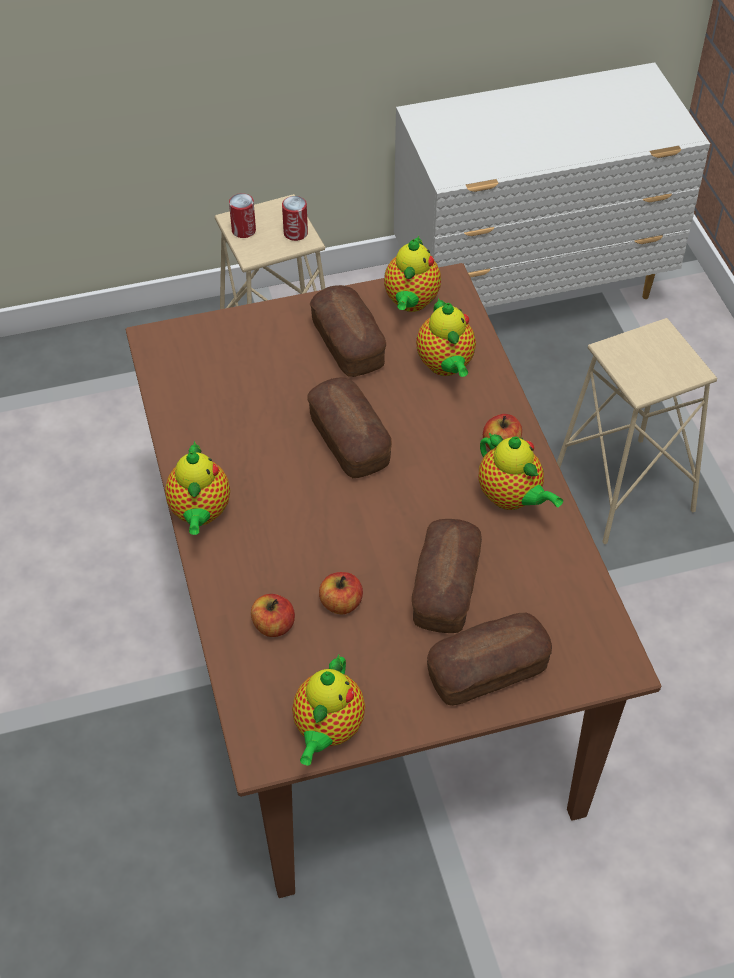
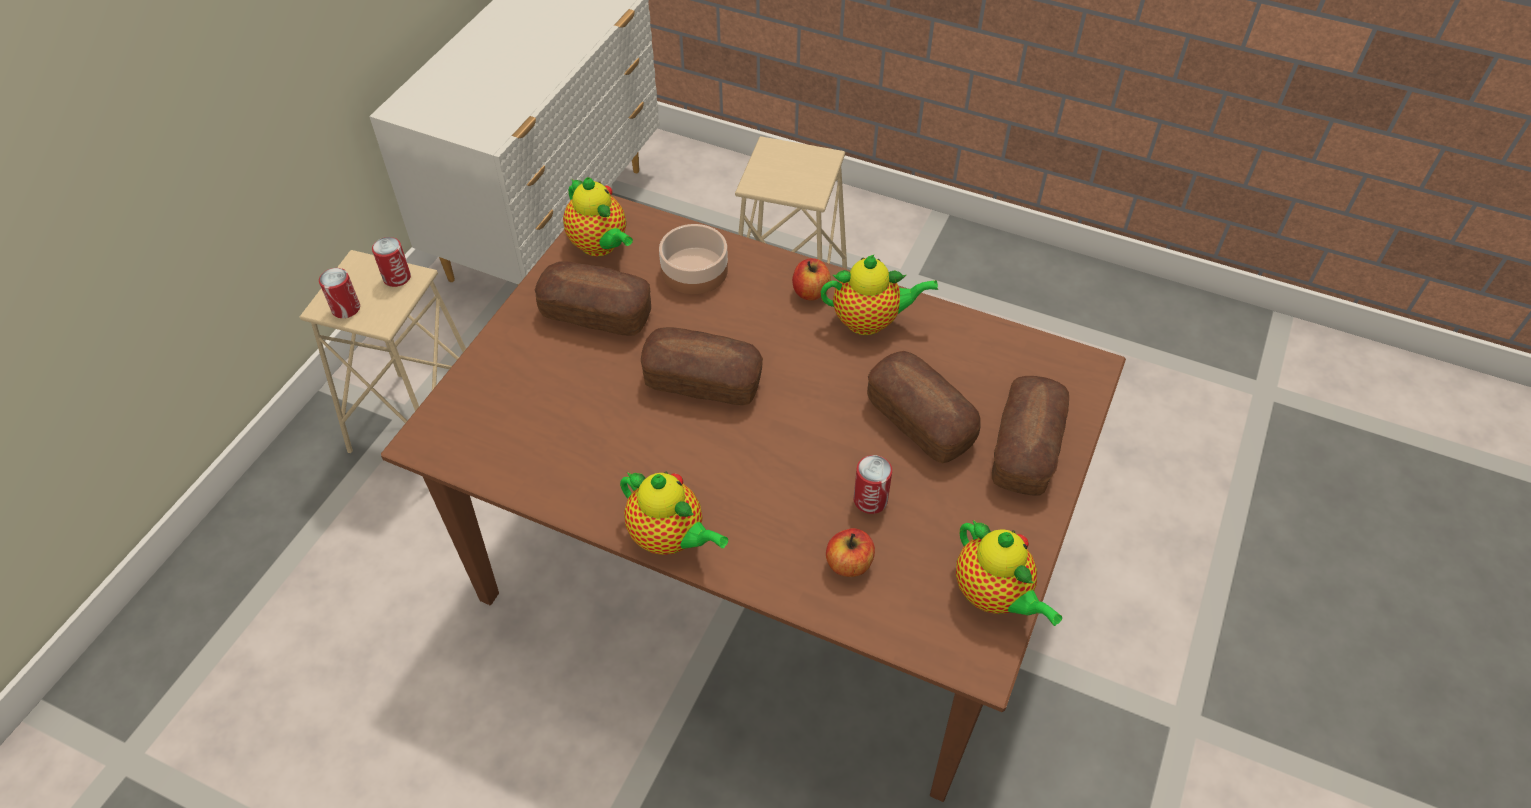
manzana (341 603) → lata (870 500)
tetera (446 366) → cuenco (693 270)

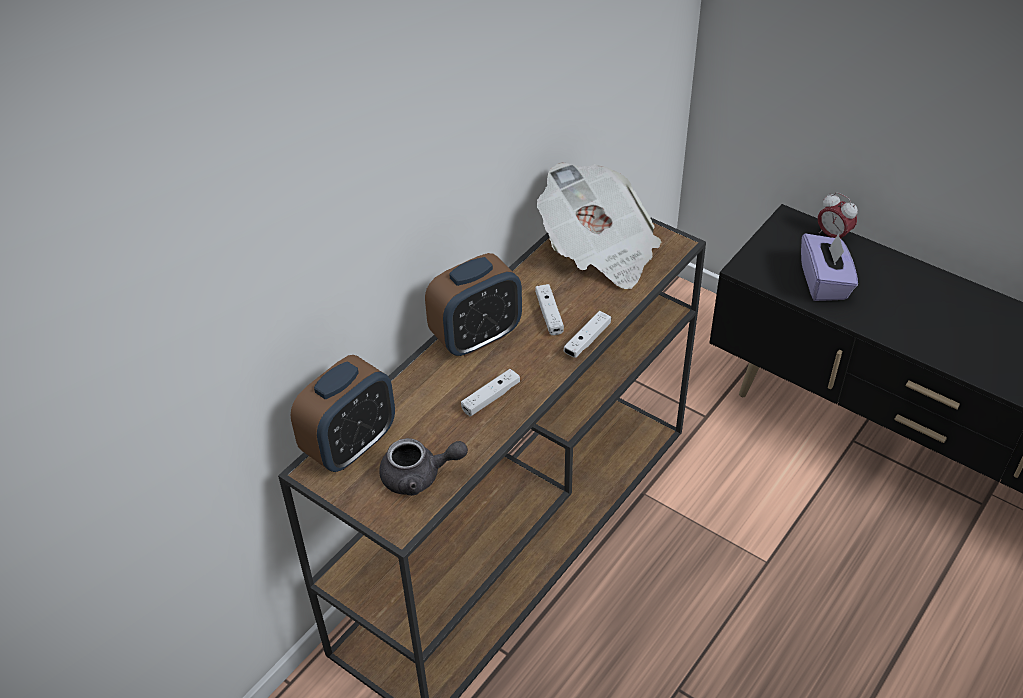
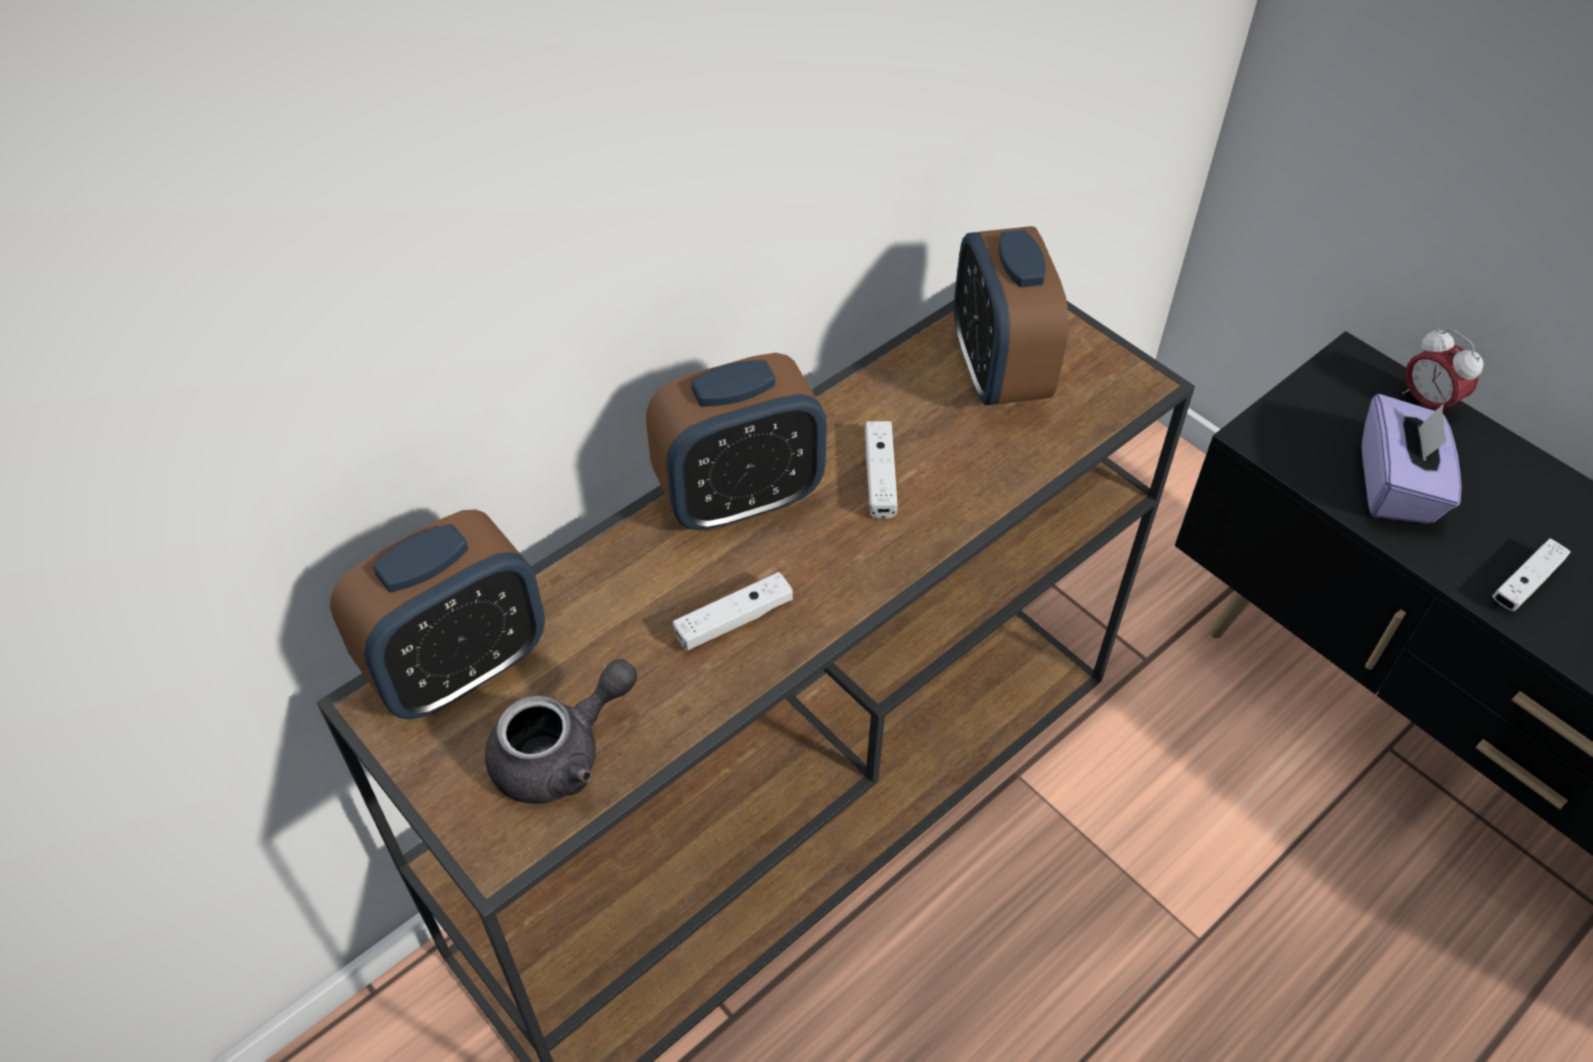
tetera [gris] (419 476) → tetera [gris] (562 754), 45 degrees counterclockwise
periódico (599 250) → despertador (998 372)
mando de consola [blanco] (587 340) → mando de consola [blanco] (1525 583), shifted

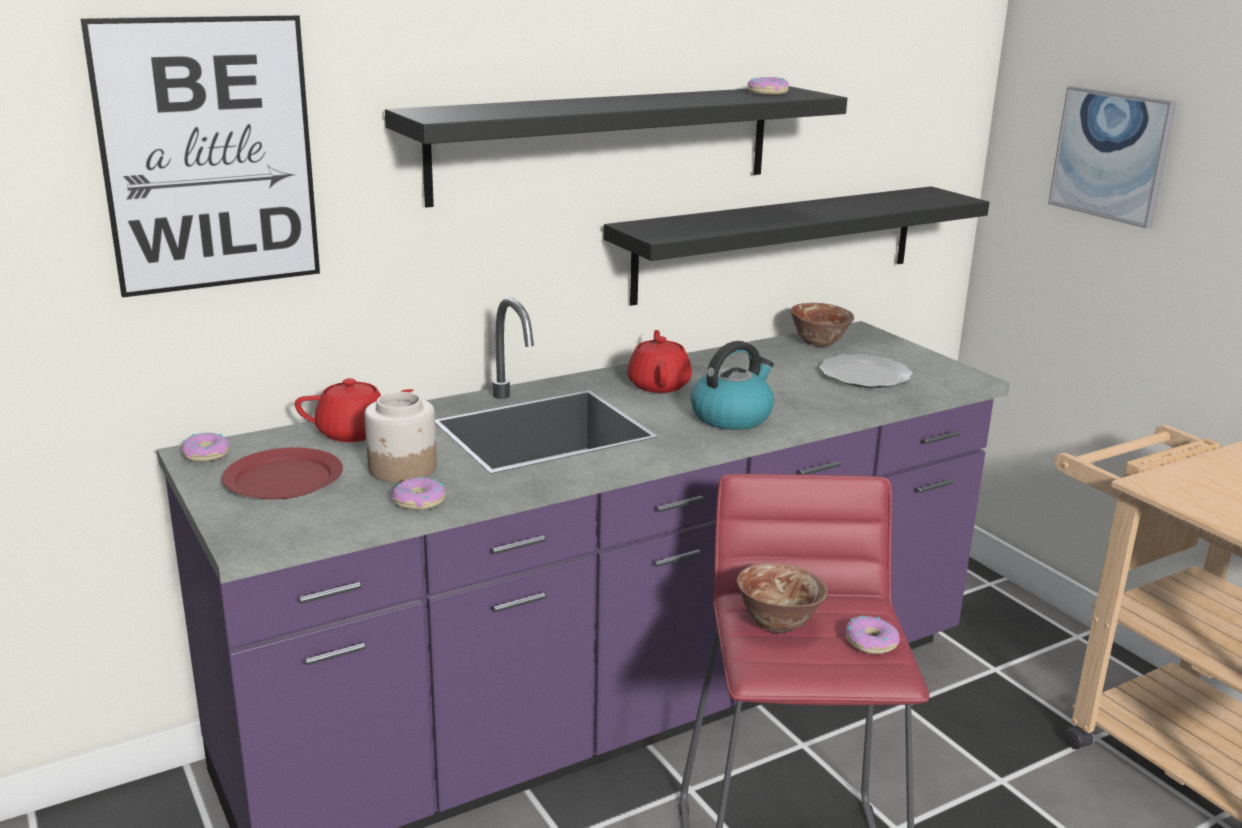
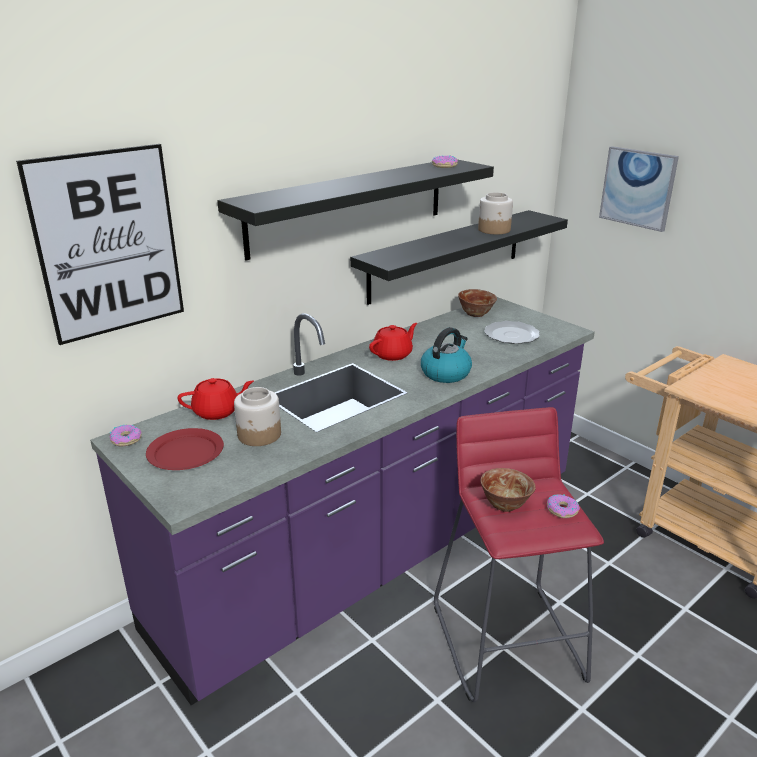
rosquilla (419 501) → -
tetera [rojo] (659 384) → tetera [rojo] (393 354), 60 degrees clockwise
- → tarro (494 230)

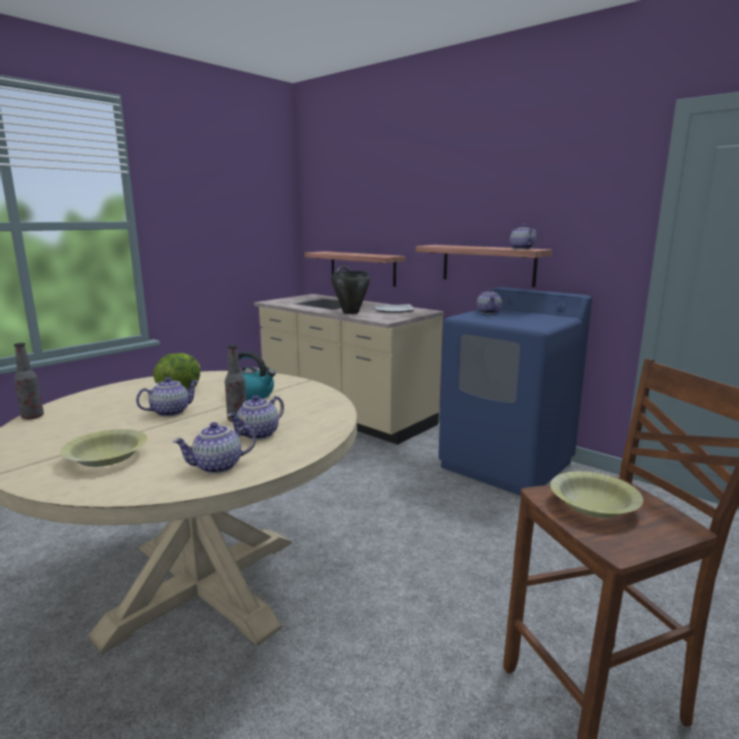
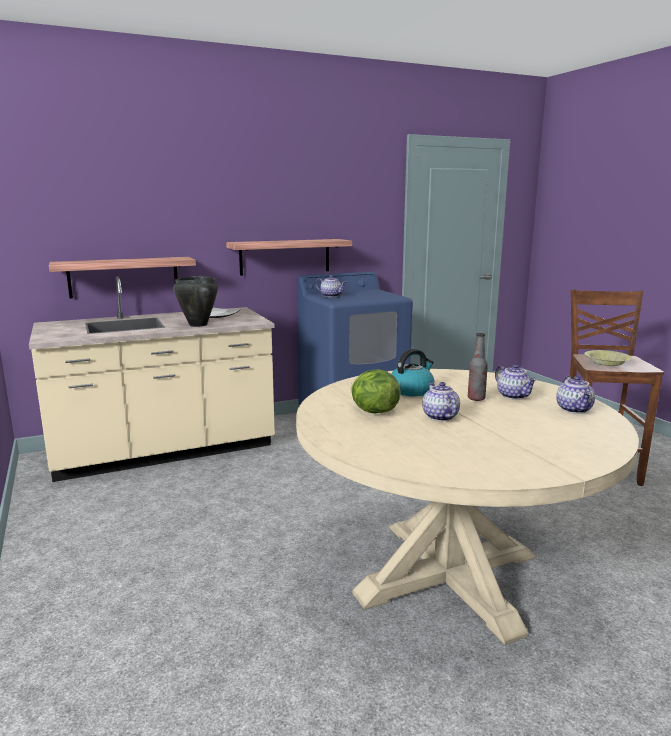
botella (32 417) → -
cuenco [amarillo] (106 458) → -
tetera (520 249) → -

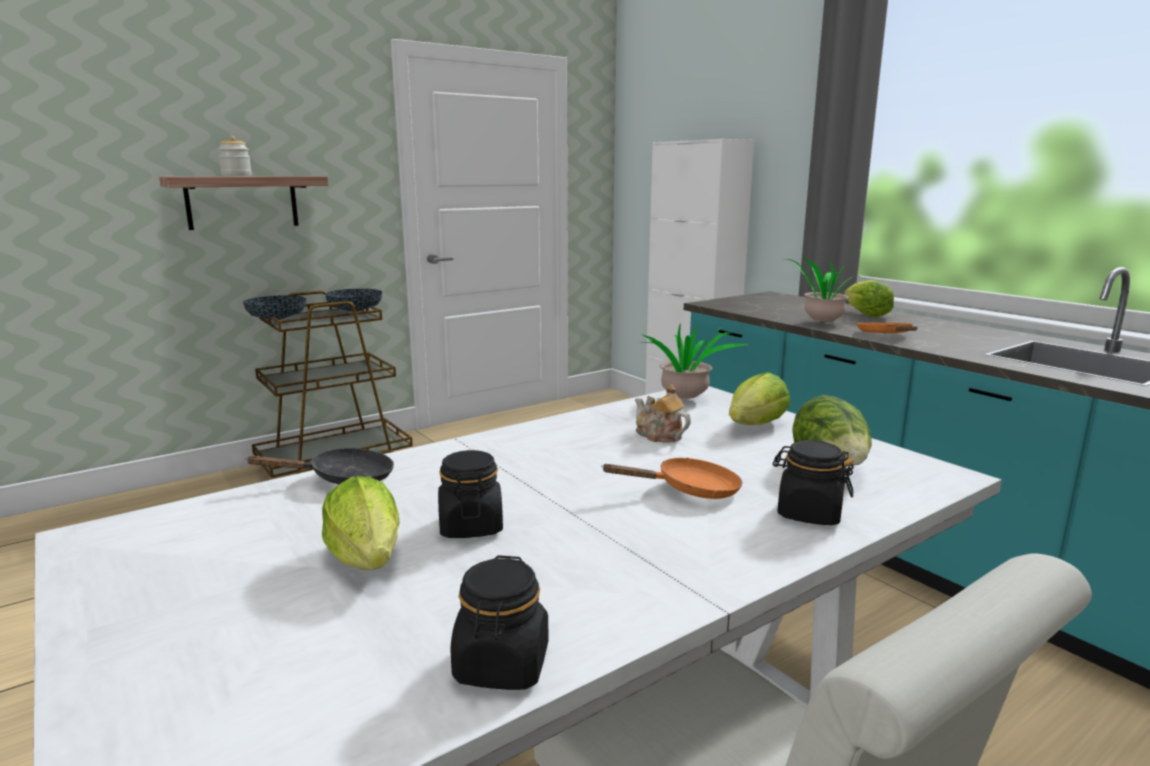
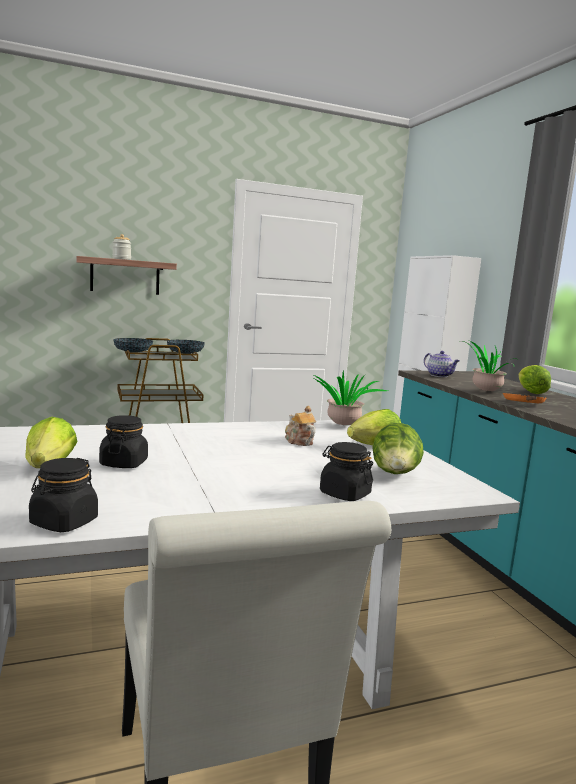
sartén [negro] (343 479) → -
sartén [naranja] (690 490) → -
- → tetera (440 375)

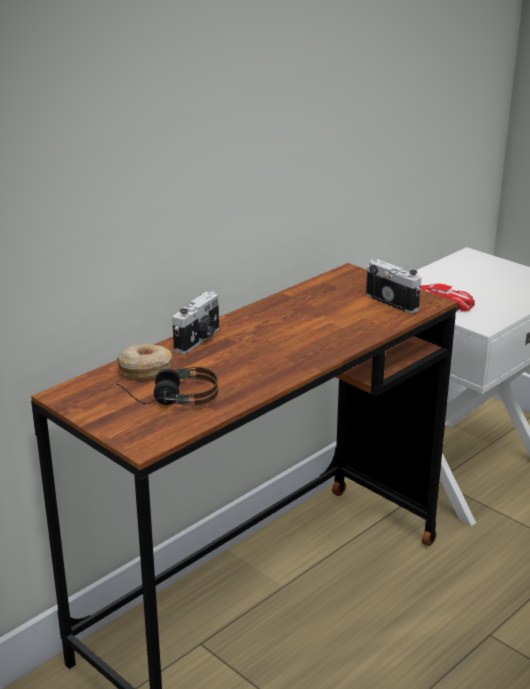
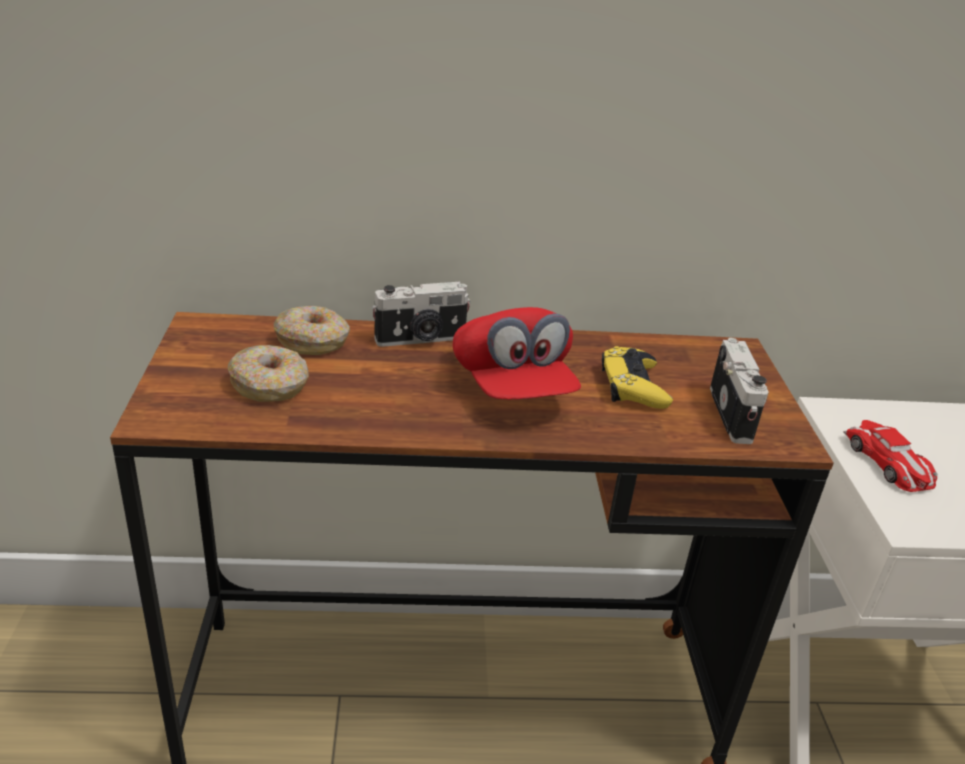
auriculares (169 399) → rosquilla (270 385)
- → gorra [rojo] (512 387)
- → mando de consola [amarillo] (633 386)

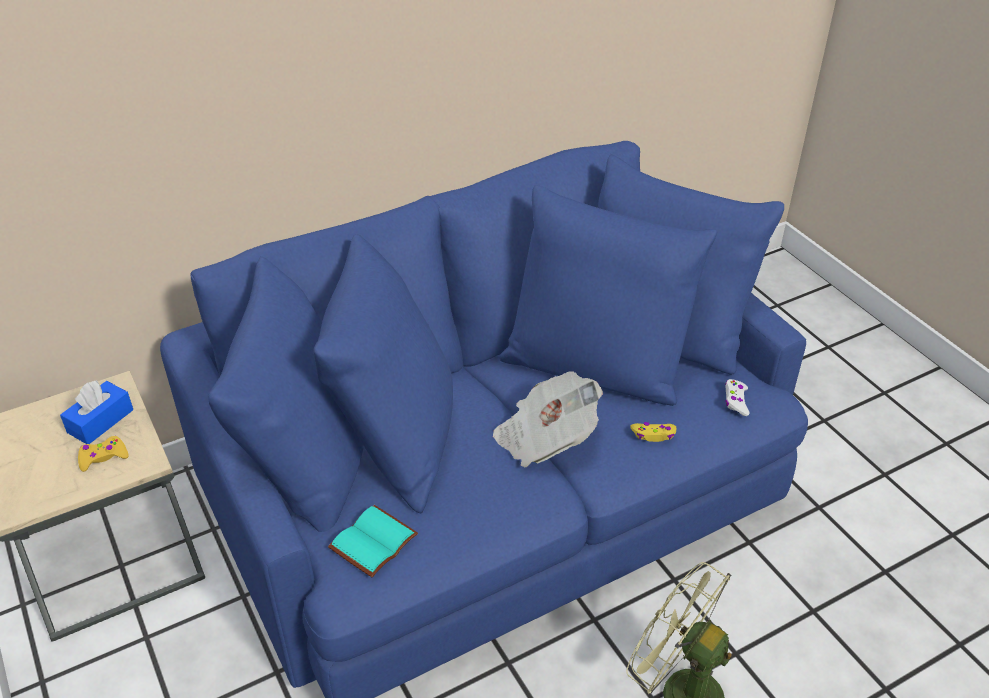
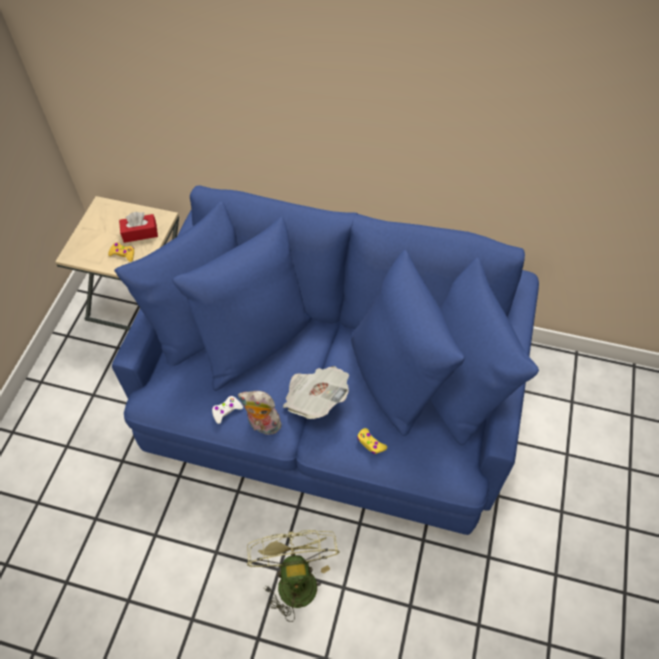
caja de pañuelos [azul] (100 421) → caja de pañuelos [rojo] (140 233)
libro [turquesa] (374 544) → -
mando de consola [blanco] (736 401) → mando de consola [blanco] (226 410), shifted
- → peluche (262 425)

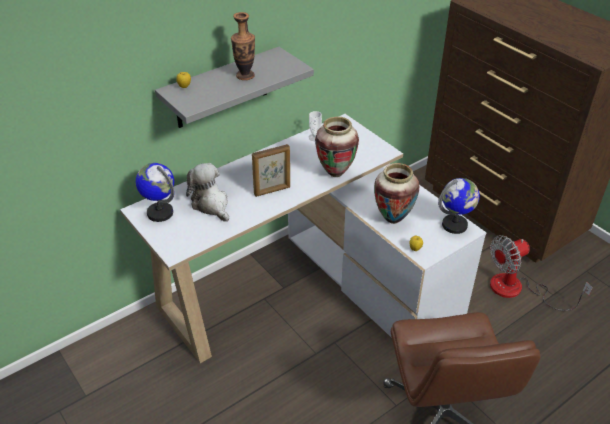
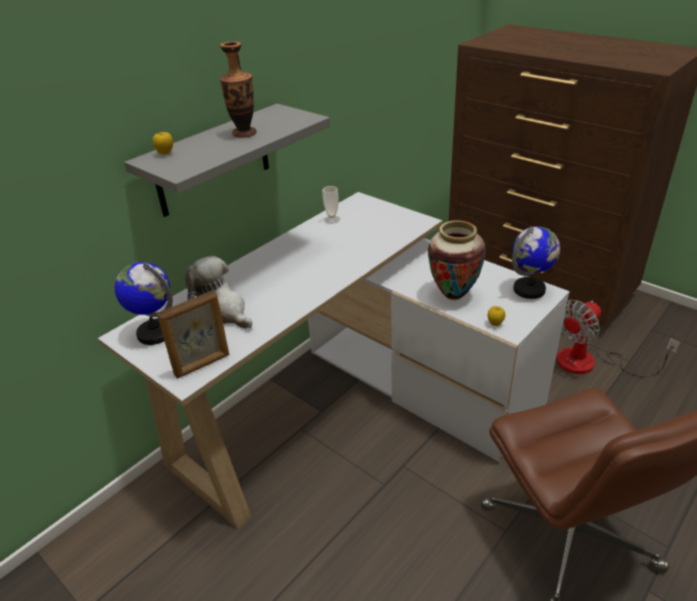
portarretratos (272 191) → portarretratos (203 365), shifted
florero (335 173) → -

